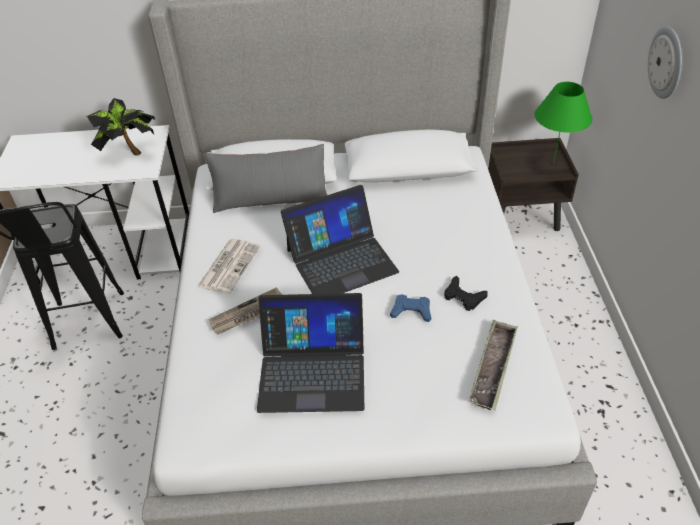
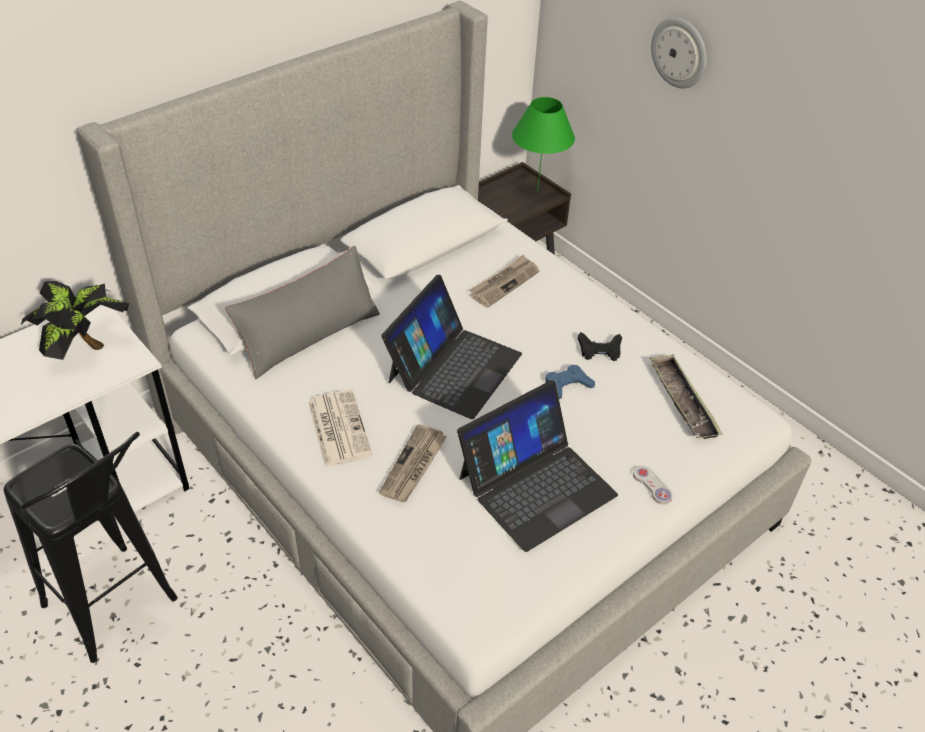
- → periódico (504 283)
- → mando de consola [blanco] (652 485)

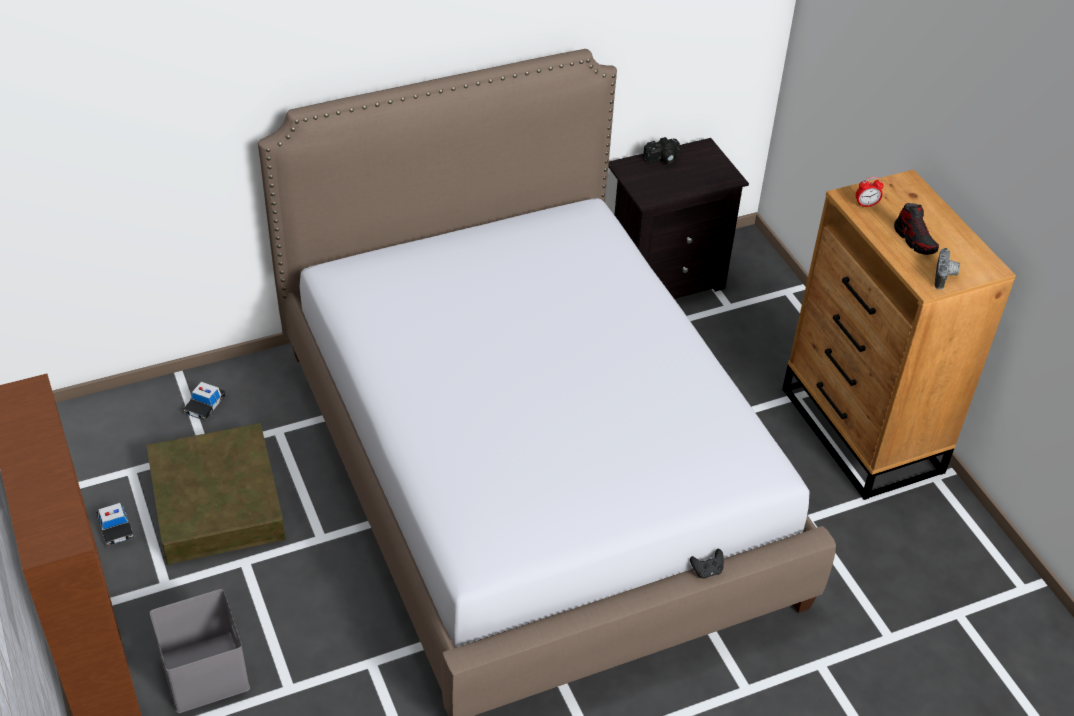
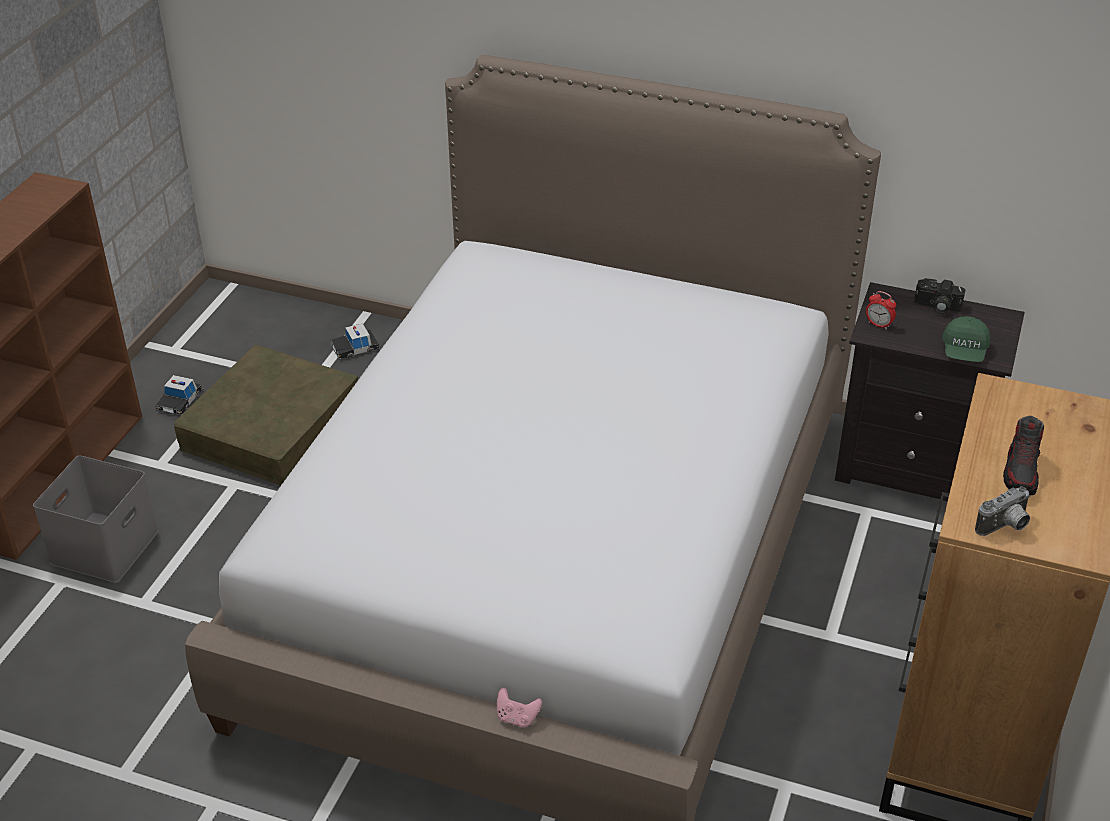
mando de consola [negro] (707 571) → mando de consola [rosa] (517 718)
despertador (866 205) → despertador (878 325), shifted
- → gorra [verde] (964 351)

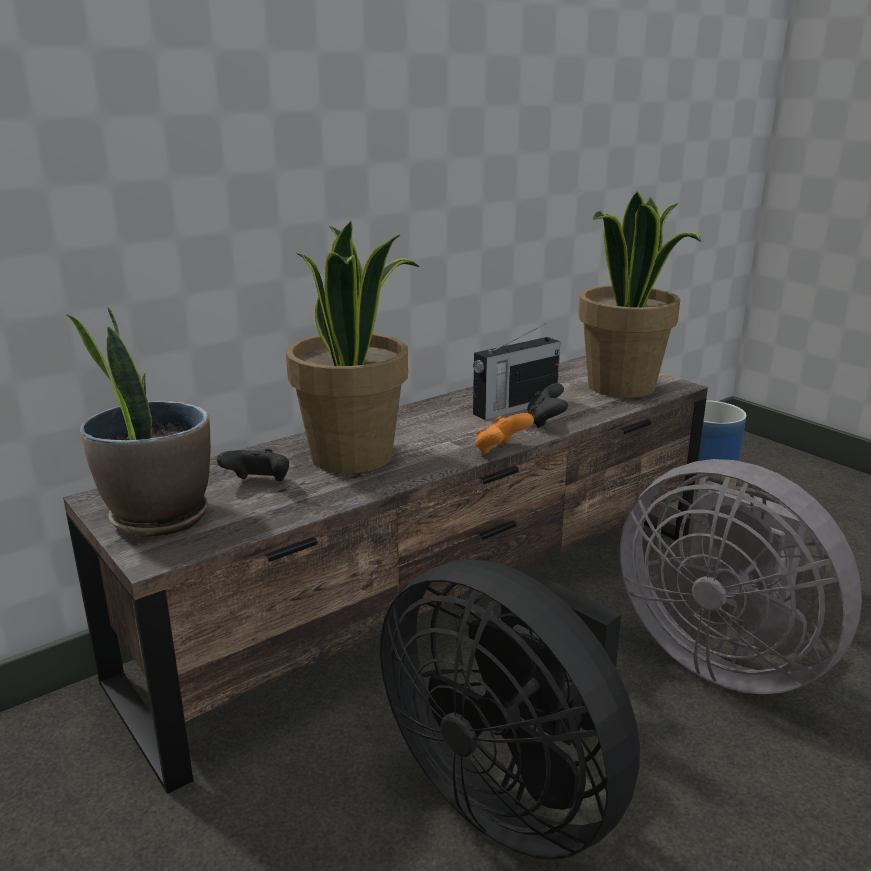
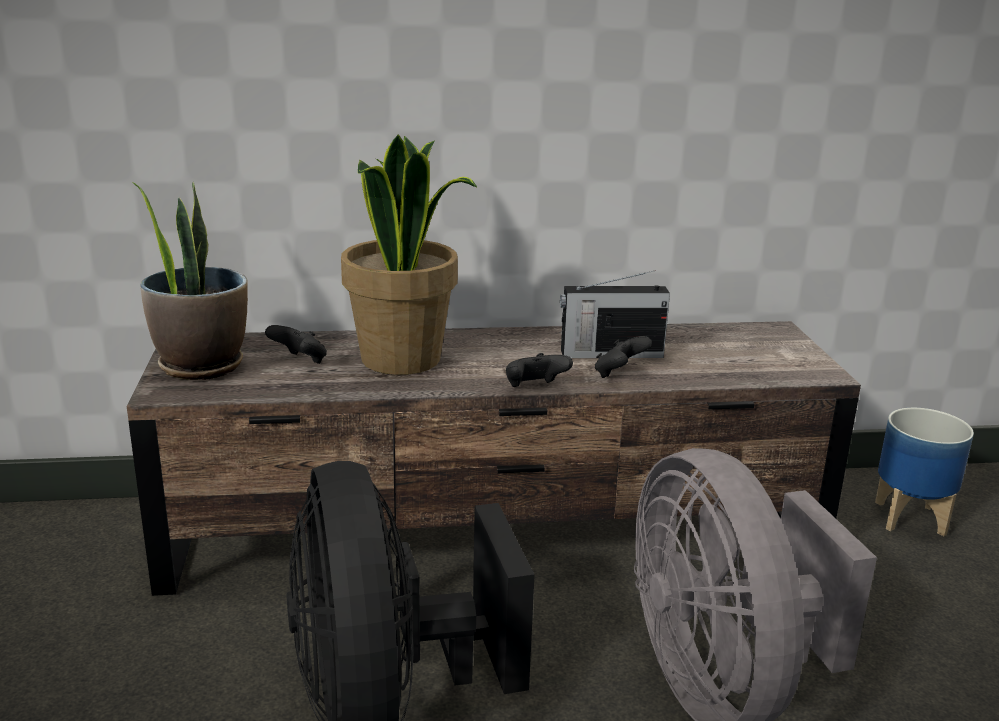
mando de consola [naranja] (501 451) → mando de consola [negro] (534 388)
planta en maceta (622 387) → -

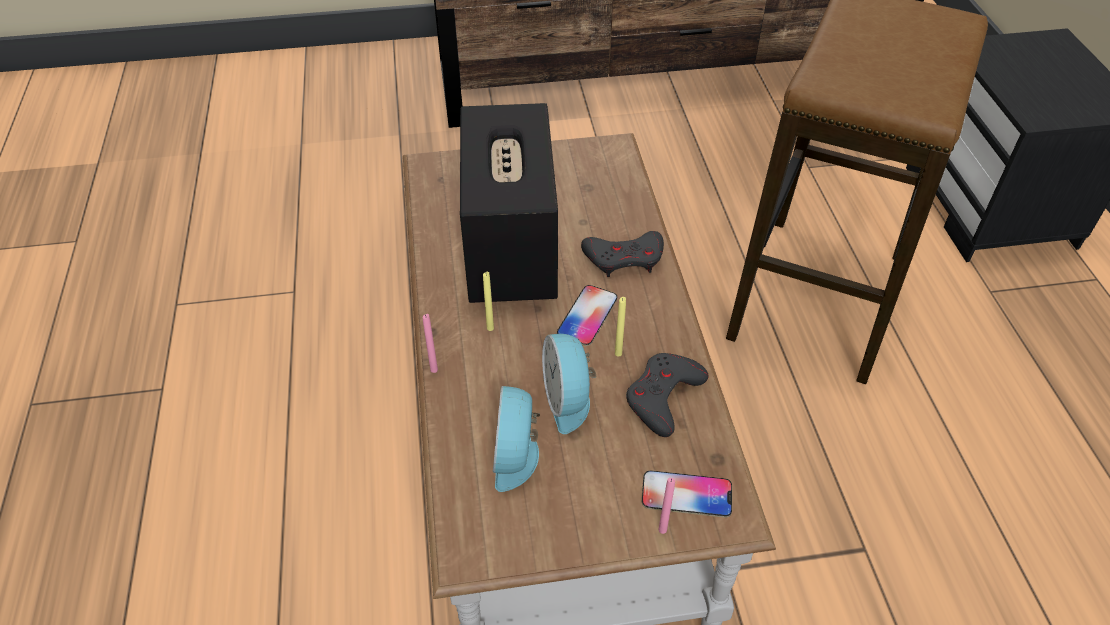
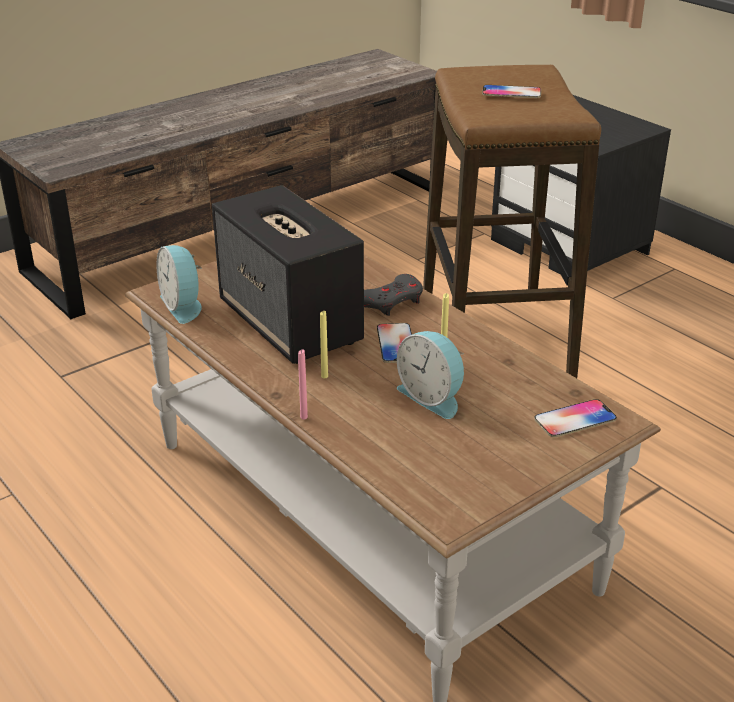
despertador (517 455) → despertador (183 305), shifted
mando de consola [gris] (663 397) → -
vela [rosa] (662 530) → -
- → móvil (511 93)

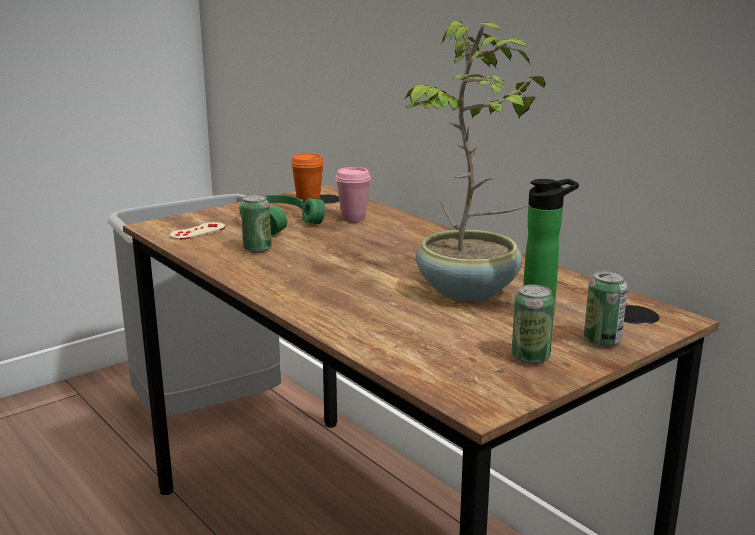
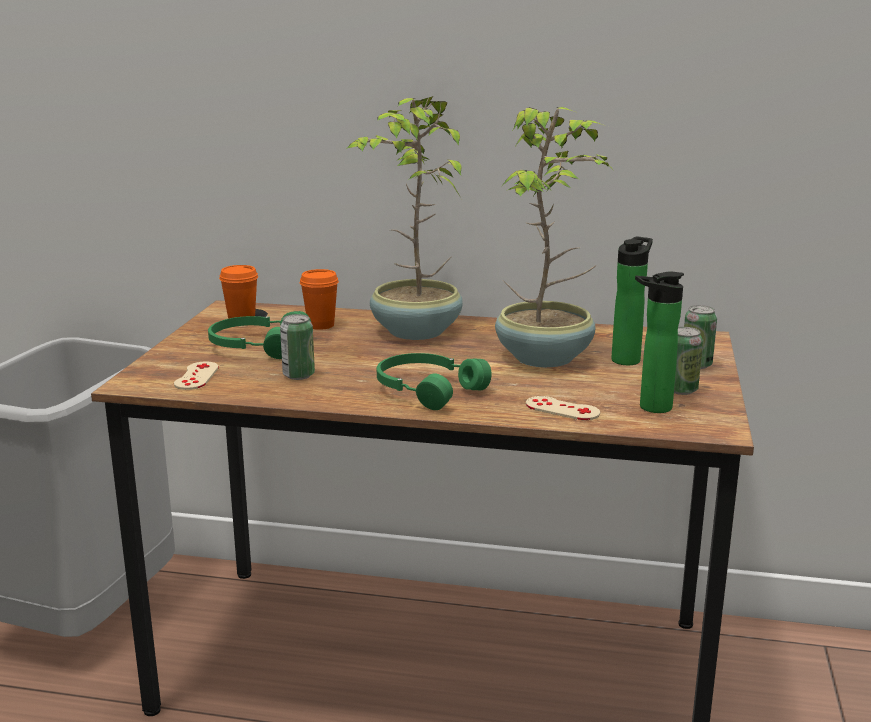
taza [rosa] (353 218) → taza [naranja] (320 325)
- → planta en maceta (414 332)
- → auriculares [verde] (427 390)
- → mando de consola [beis] (562 409)
- → botella (650 407)

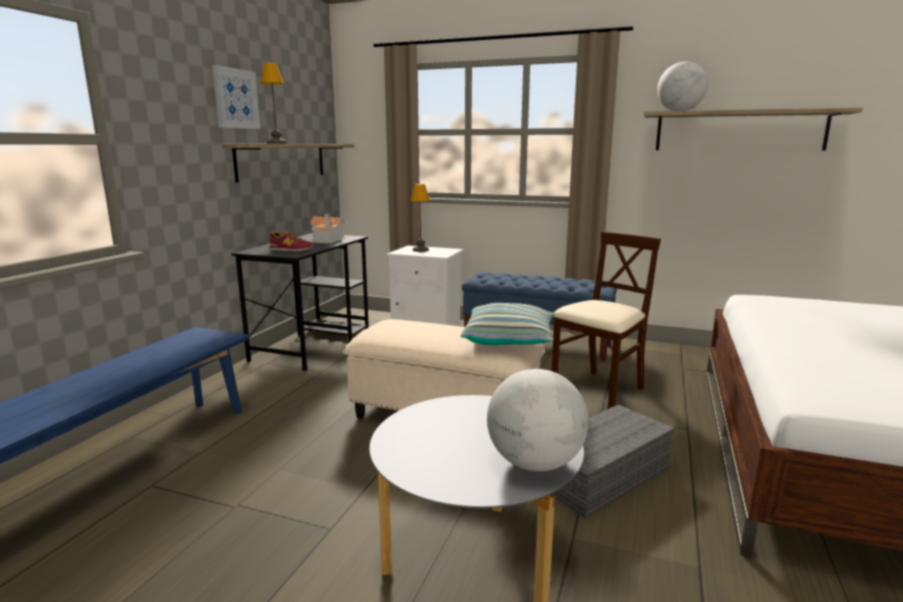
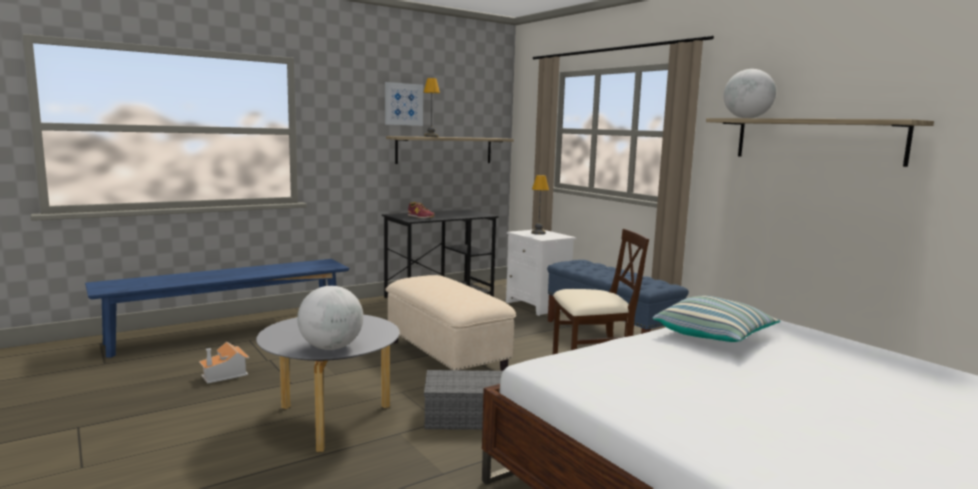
casita (328 240) → casita (225 374), shifted
cojín (509 340) → cojín (714 336), shifted

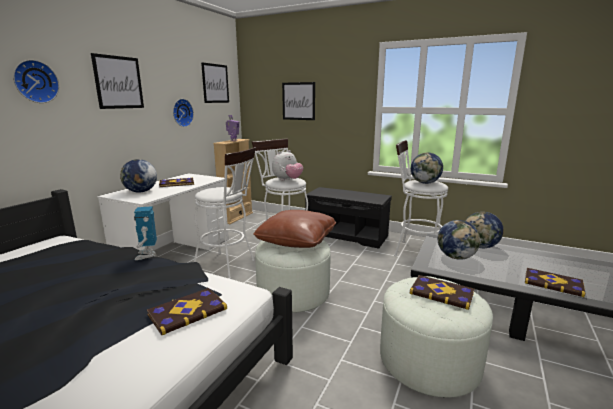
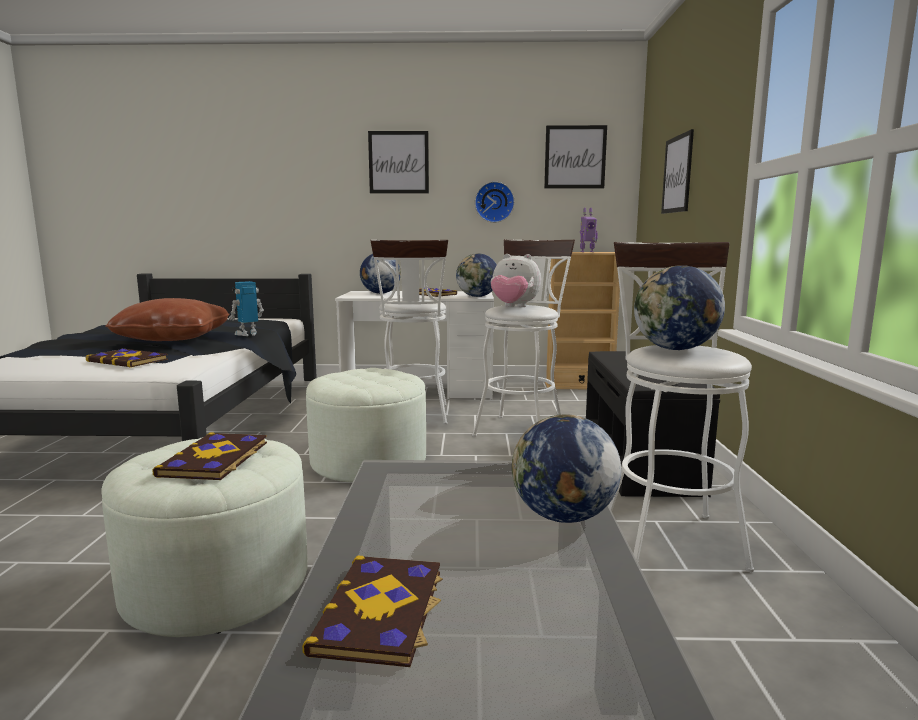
reloj de pared (35 81) → -
cojín [marrón] (297 240) → cojín [marrón] (173 338), shifted
globo terráqueo (456 257) → globo terráqueo (477 296), shifted

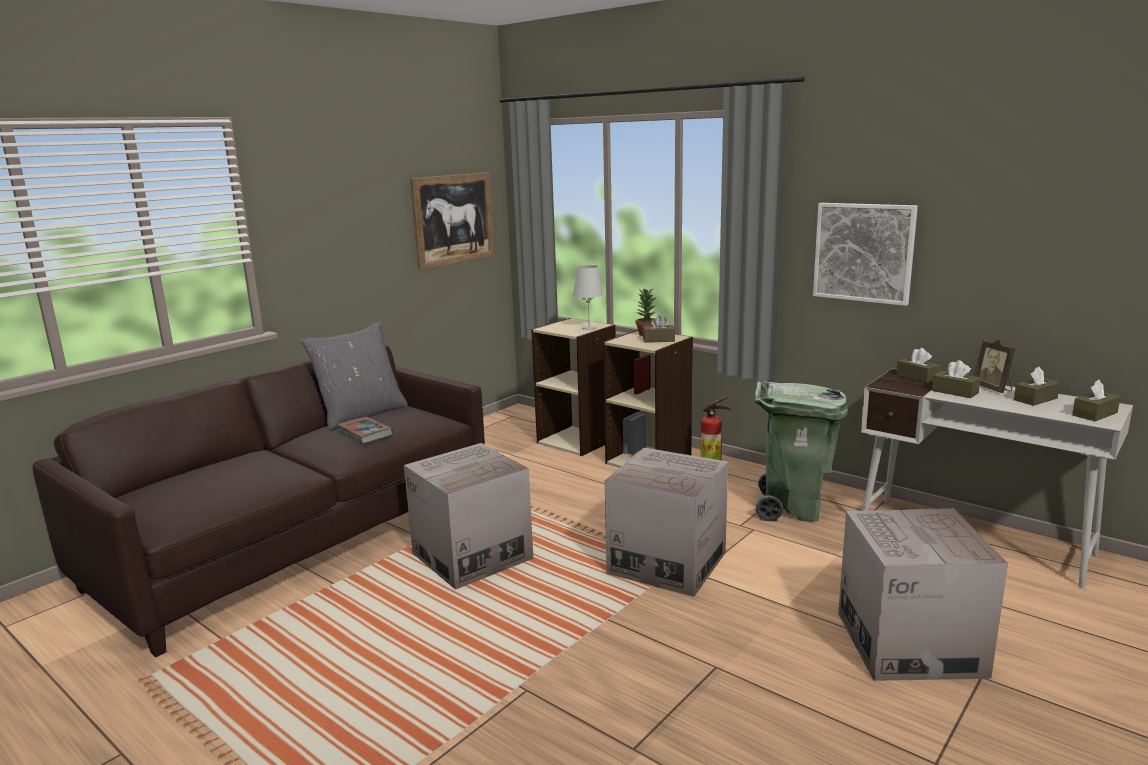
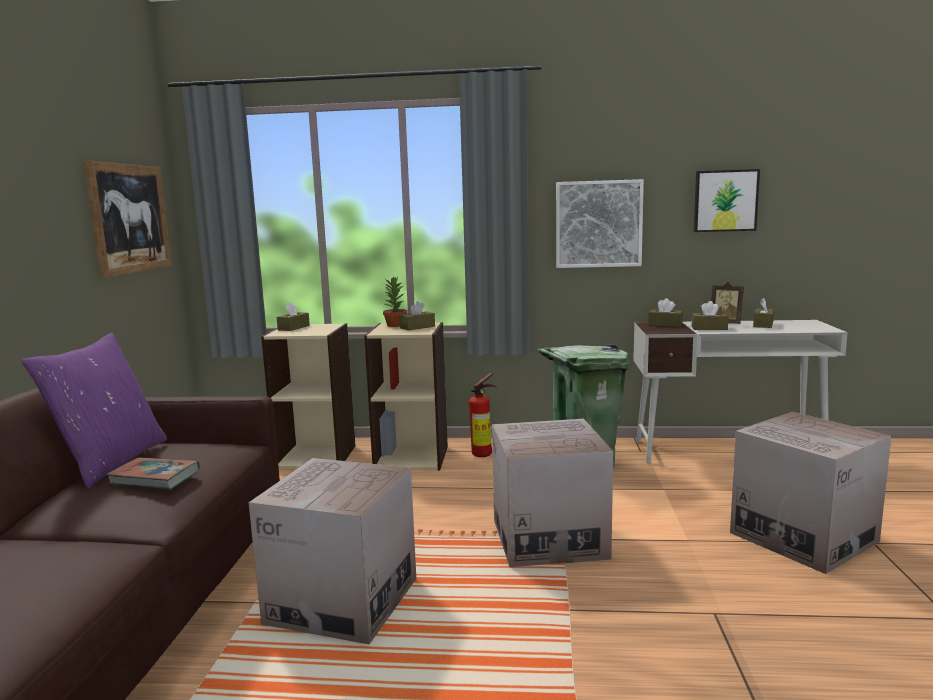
cojín [gris] (361 415) → cojín [morado] (111 462)
lámpara de mesa [blanco] (588 328) → -
caja de pañuelos [marrón] (1094 414) → caja de pañuelos [marrón] (293 328), shifted
- → cuadro (725 201)

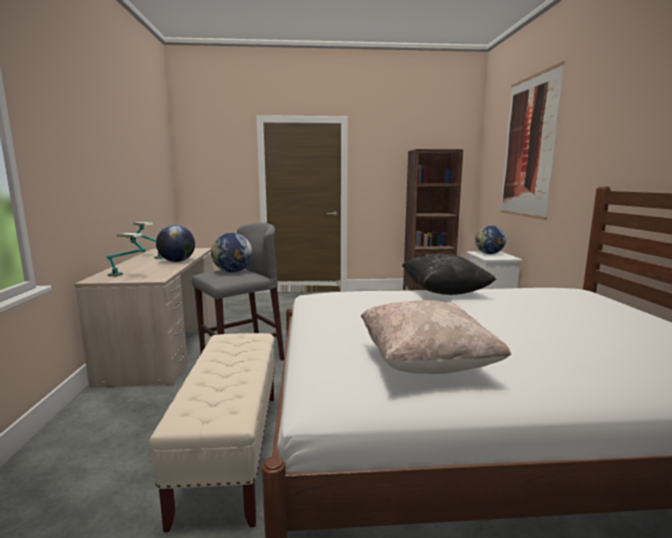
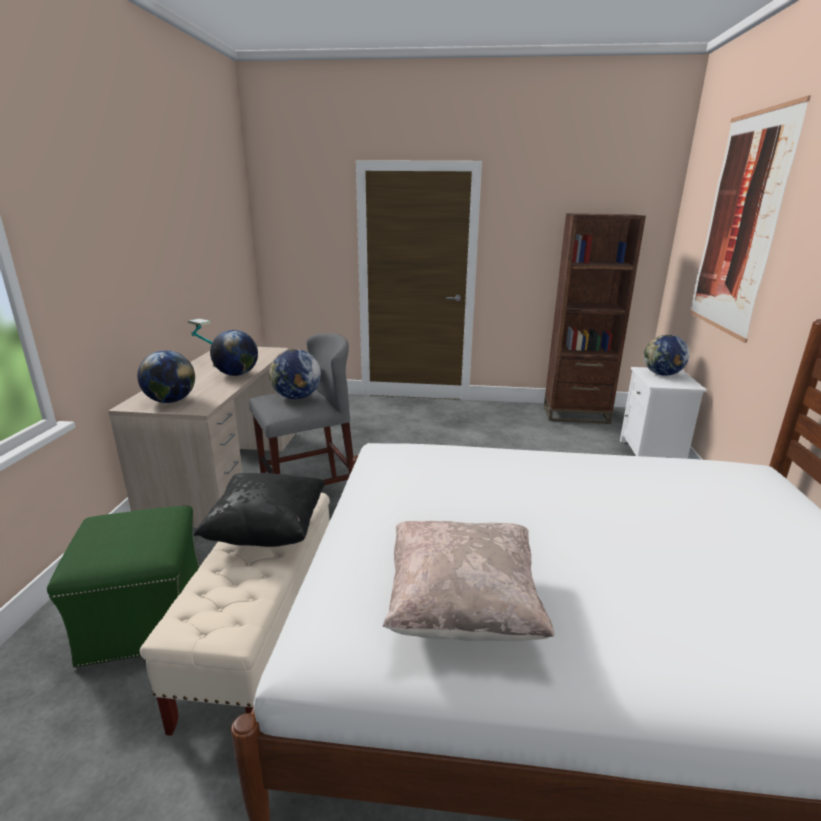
lámpara de mesa (128 276) → globo terráqueo (171 401)
cojín [negro] (444 292) → cojín [negro] (268 531), shifted
- → puf [verde] (145 618)

